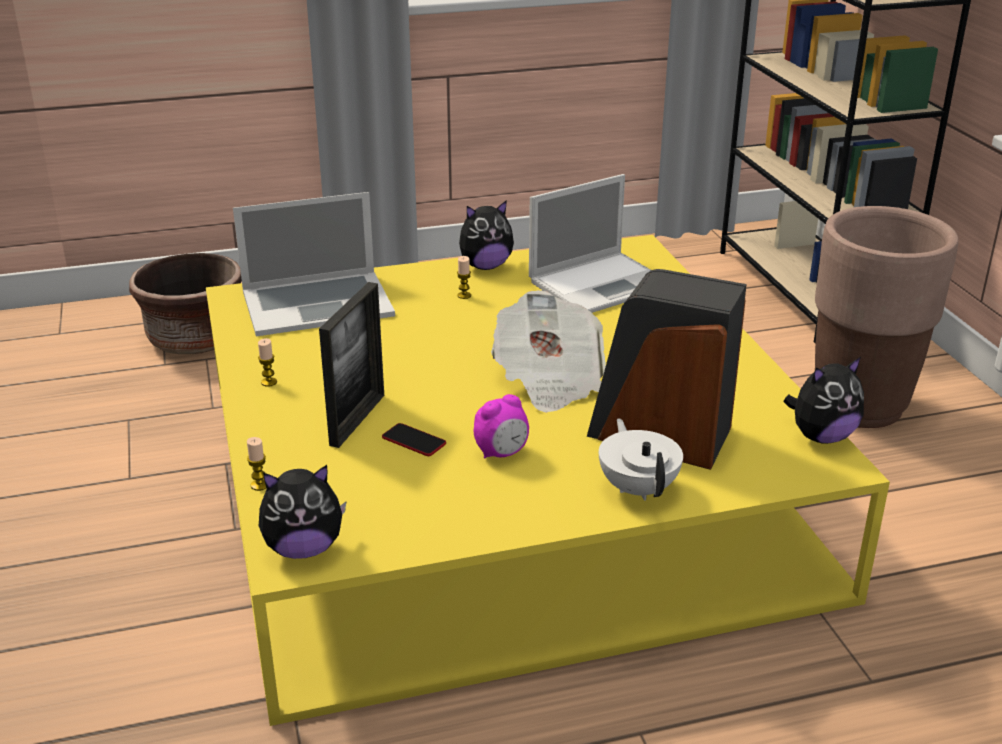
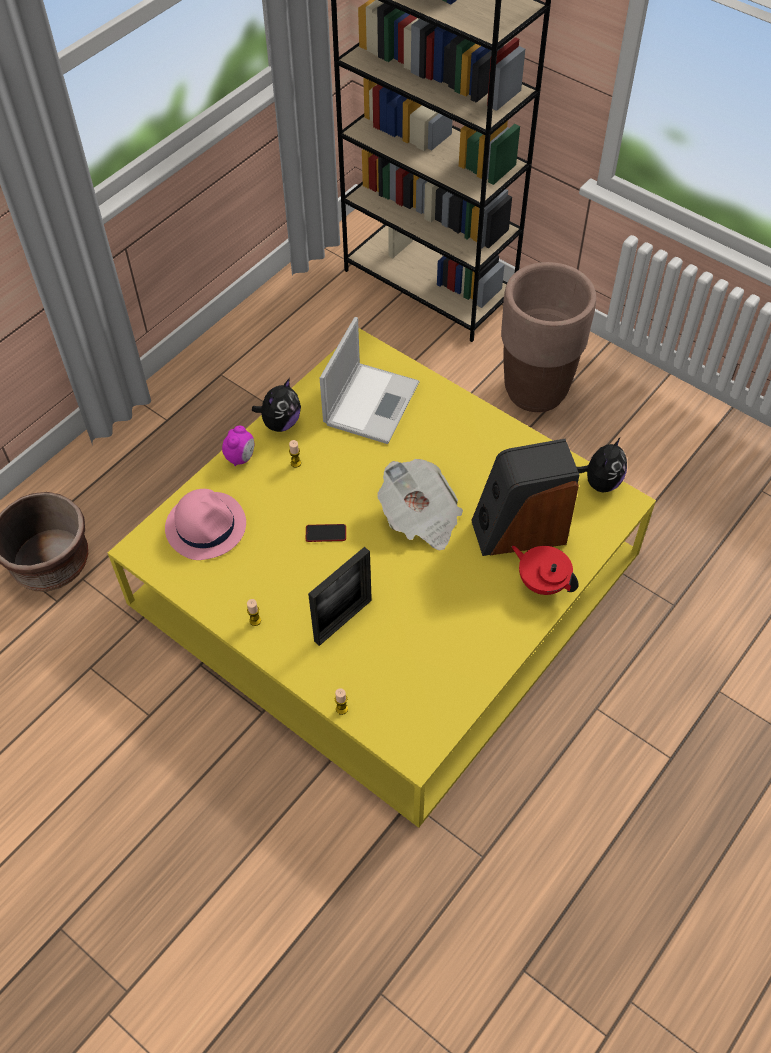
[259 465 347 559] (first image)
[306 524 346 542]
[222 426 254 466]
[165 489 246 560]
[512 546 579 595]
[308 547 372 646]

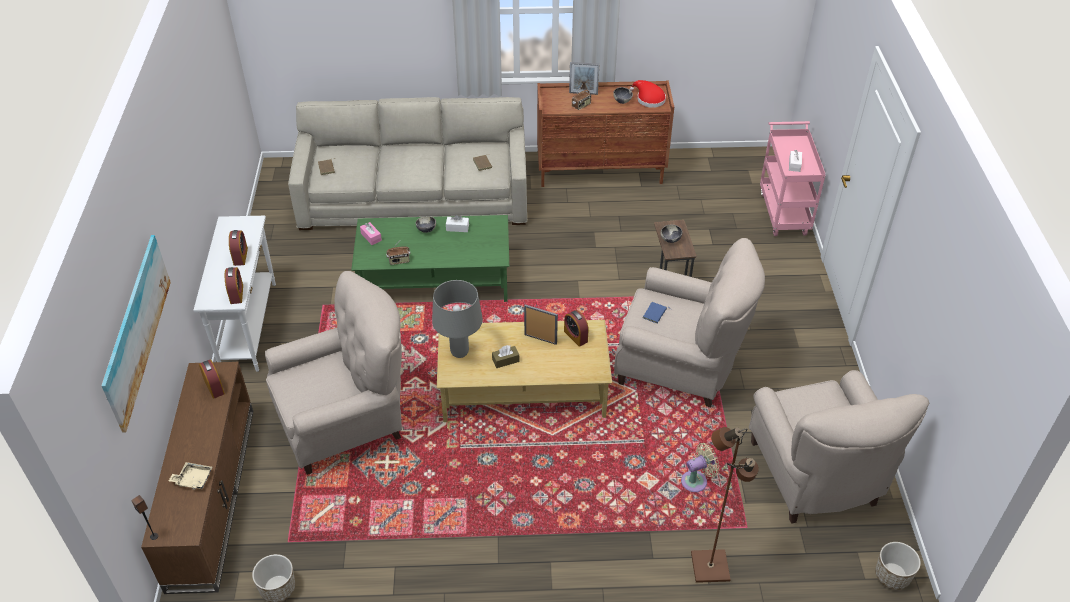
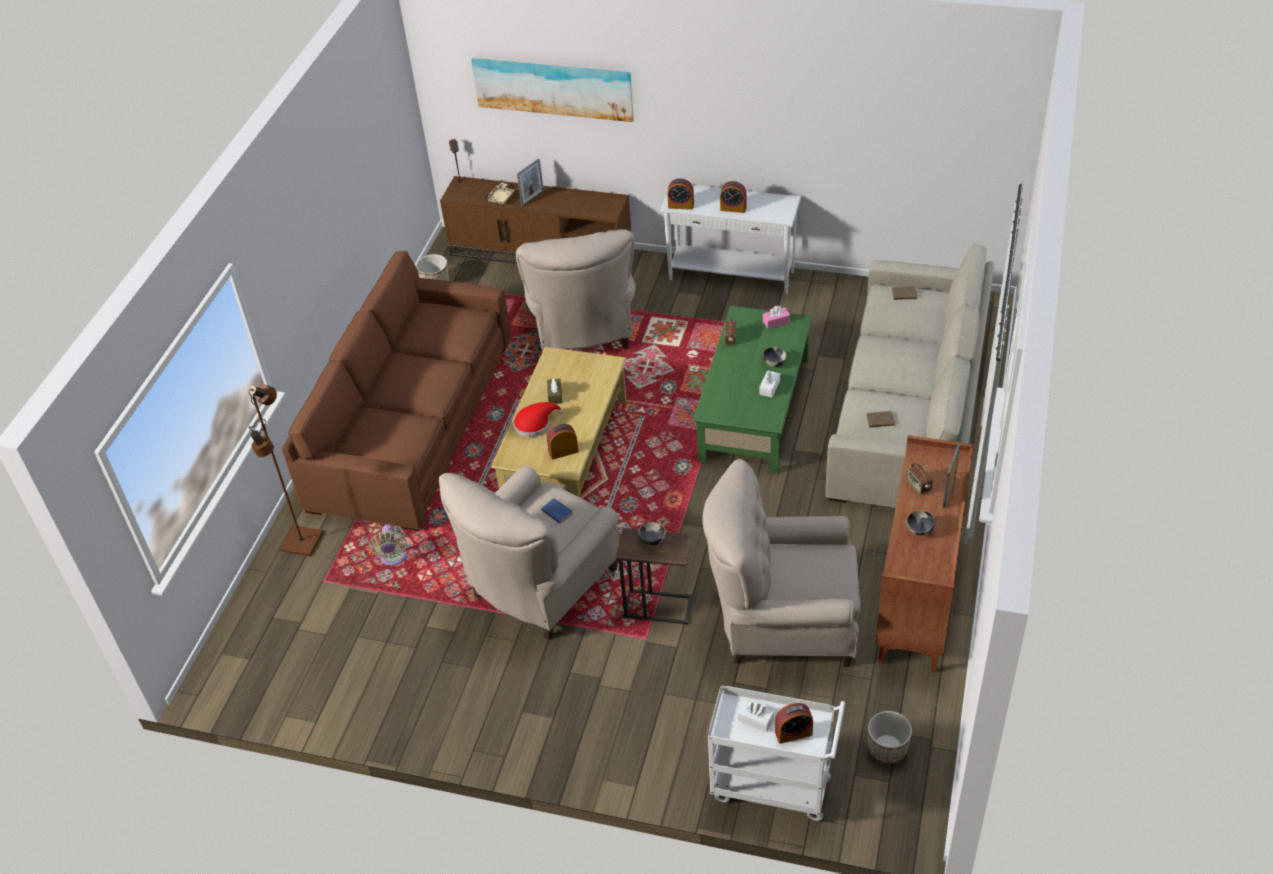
[432 280 483 358] (first image)
[282 251 511 531]
[775 703 813 744]
[517 158 544 206]
[513 402 563 437]
[702 459 861 667]
[868 711 912 764]
[708 686 845 821]

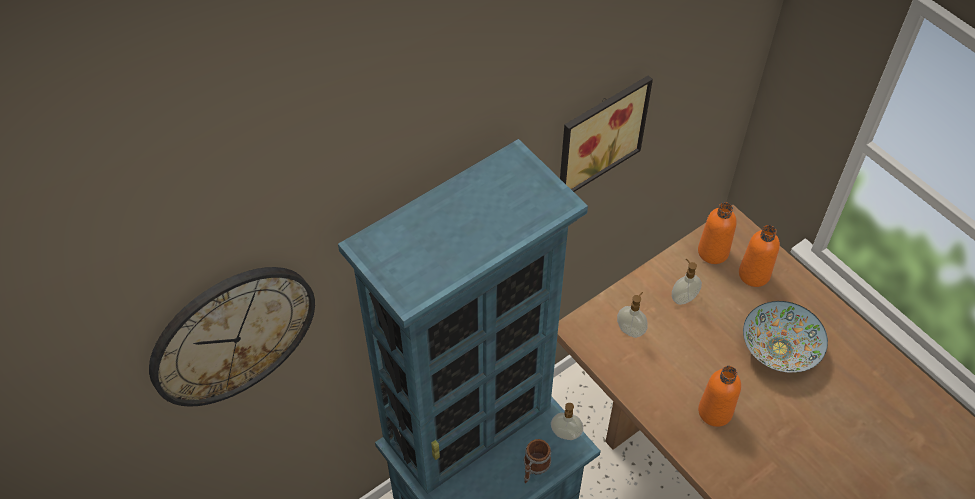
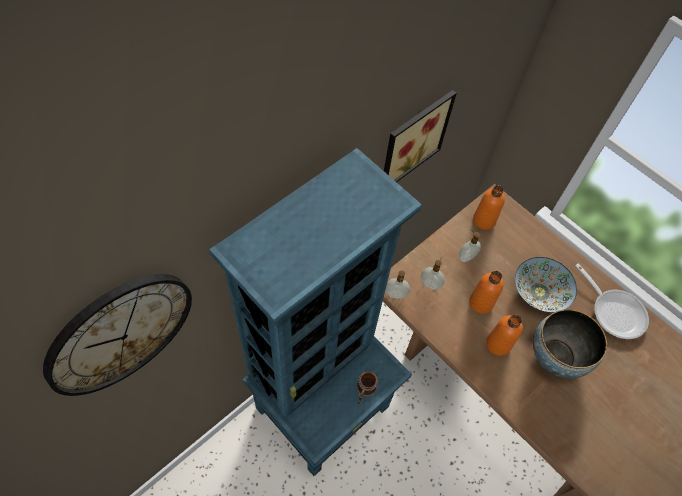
[533 309 607 379]
[575 264 649 339]
[385 271 410 299]
[469 271 504 314]

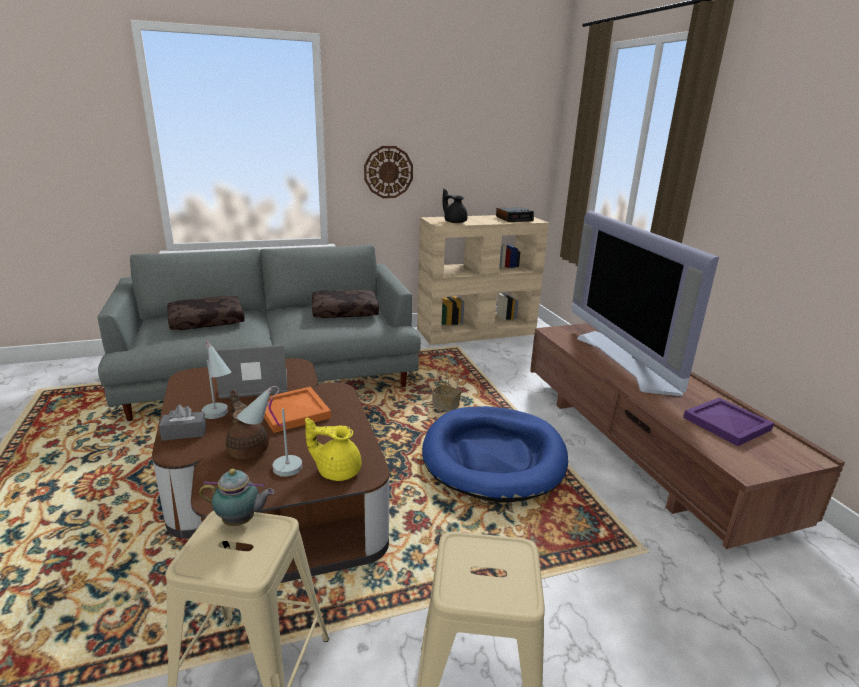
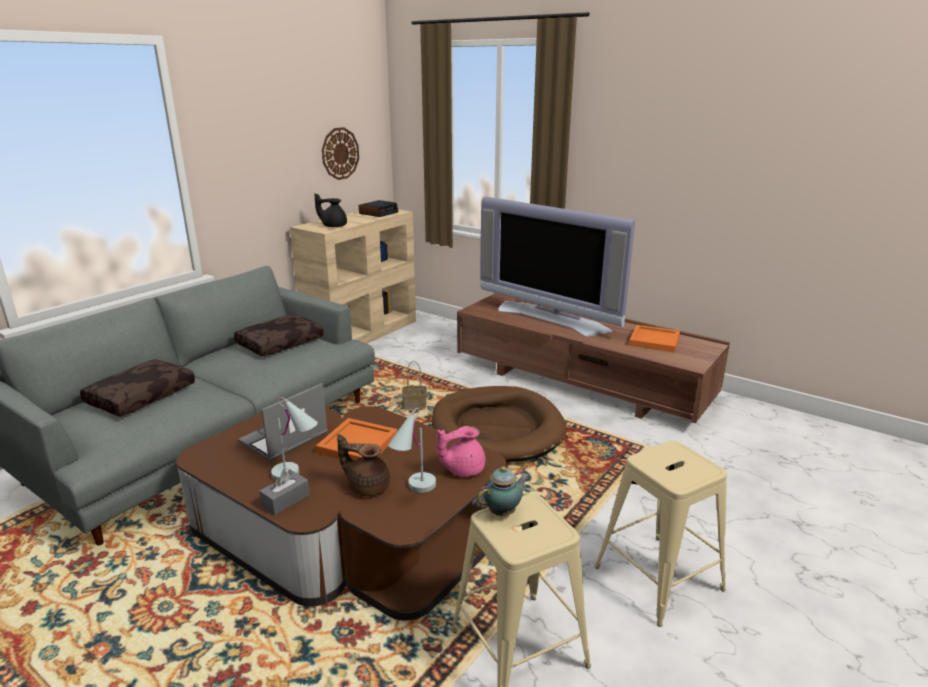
[322 127 359 180]
[437 426 485 477]
[432 386 567 462]
[629 325 680 353]

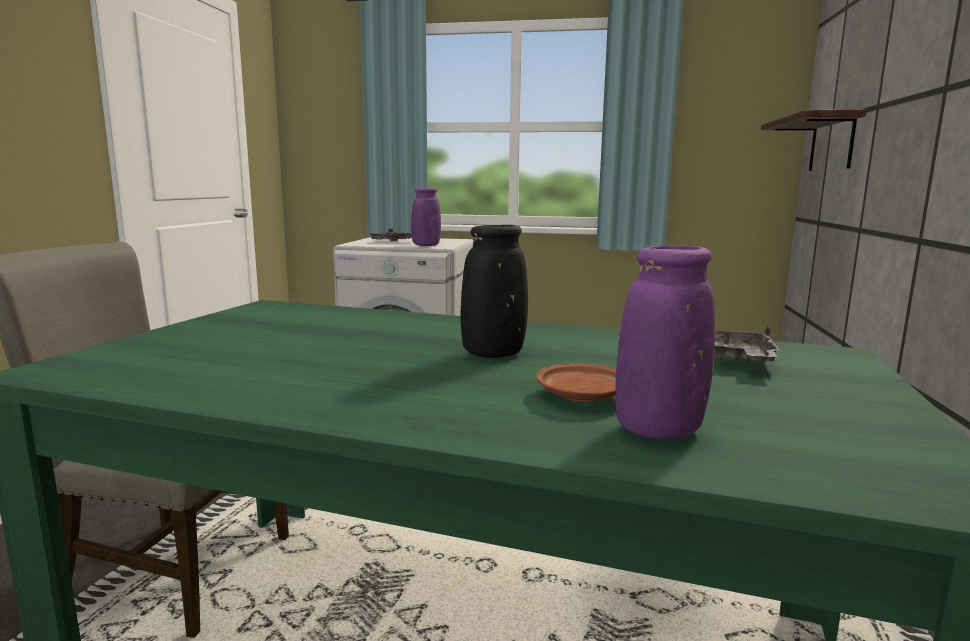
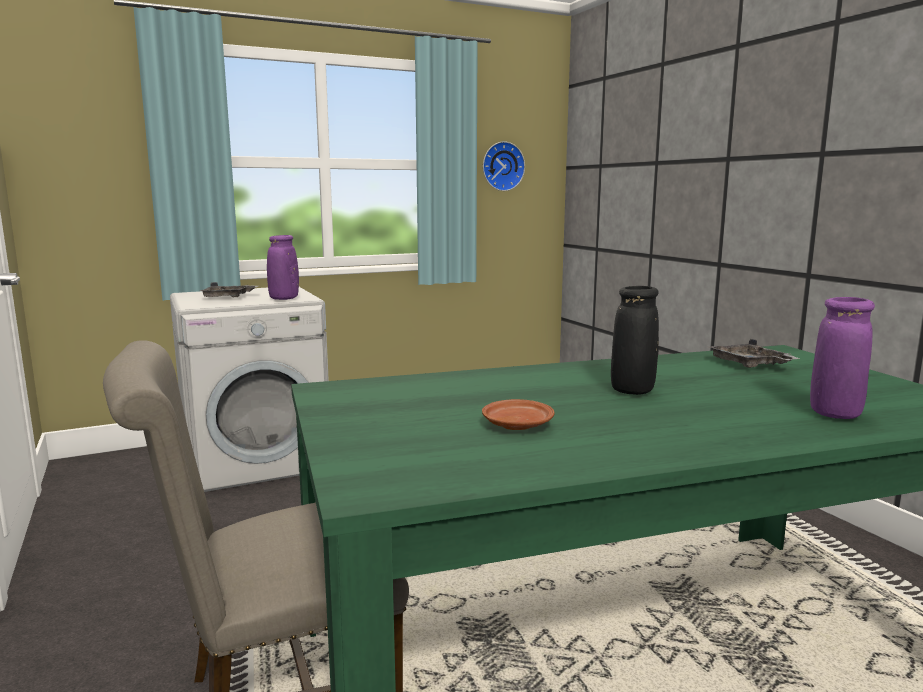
[761 110 866 171] (first image)
[483 141 525 191]
[482 399 555 430]

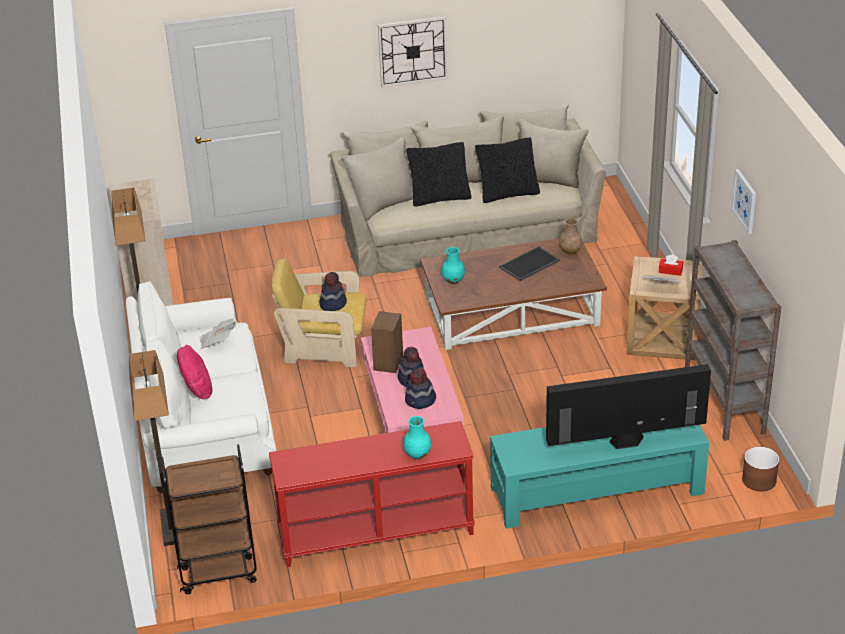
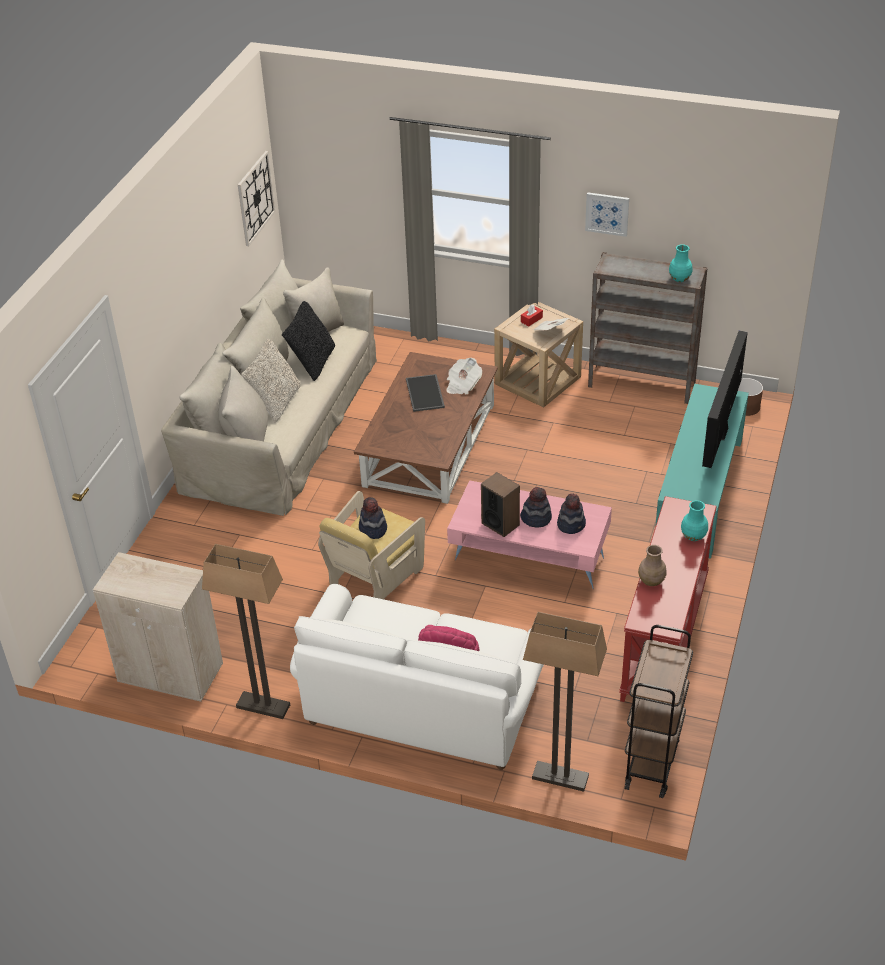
[446 358 482 395]
[238 151 276 246]
[669 244 692 282]
[638 545 667 586]
[241 339 301 422]

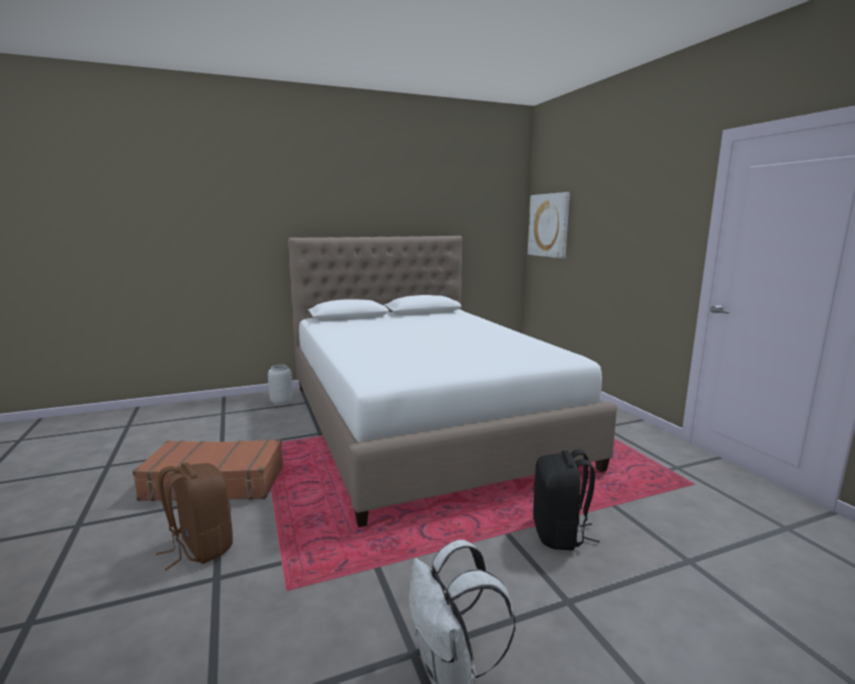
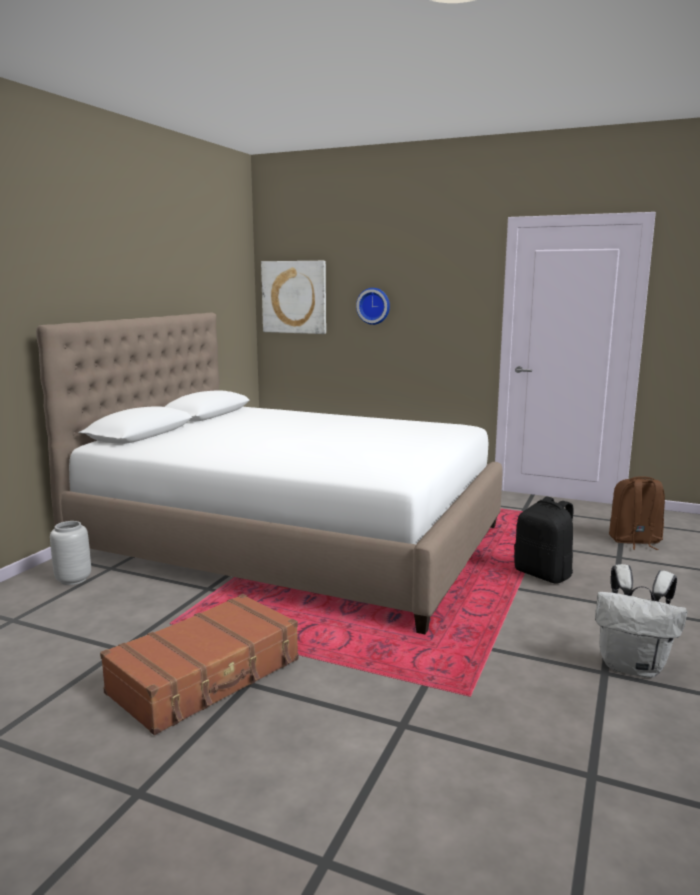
[356 288 390 325]
[609 476 665 550]

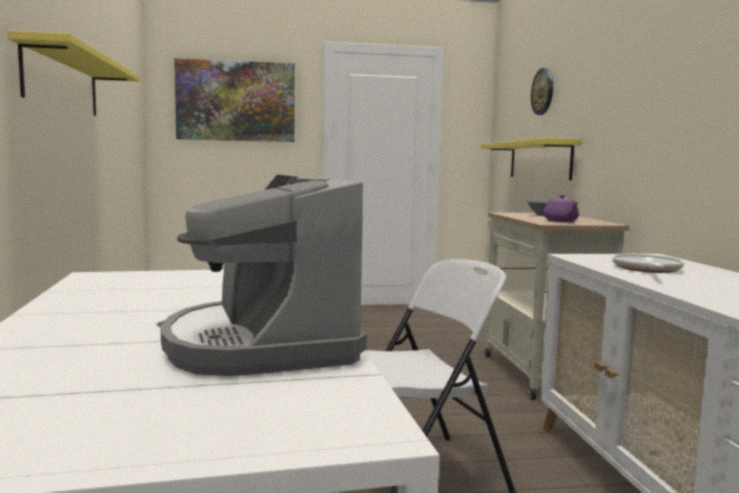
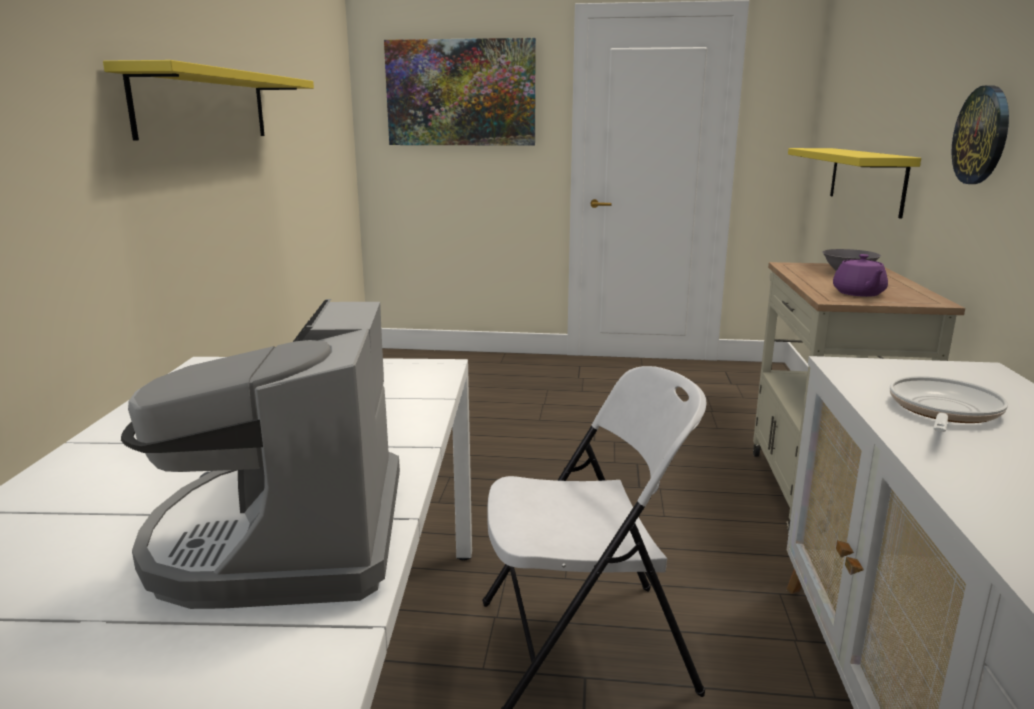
[951 85 1009 184]

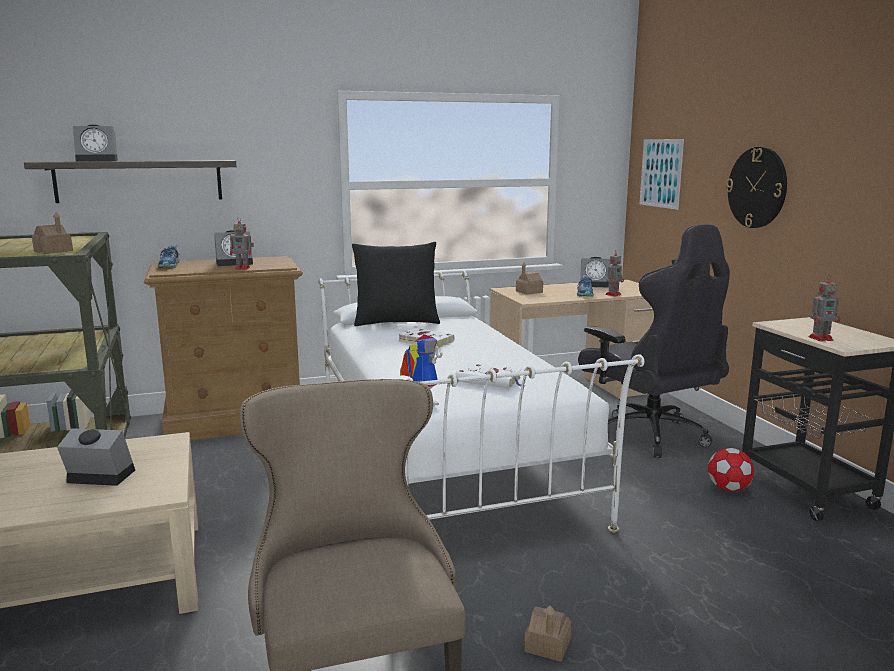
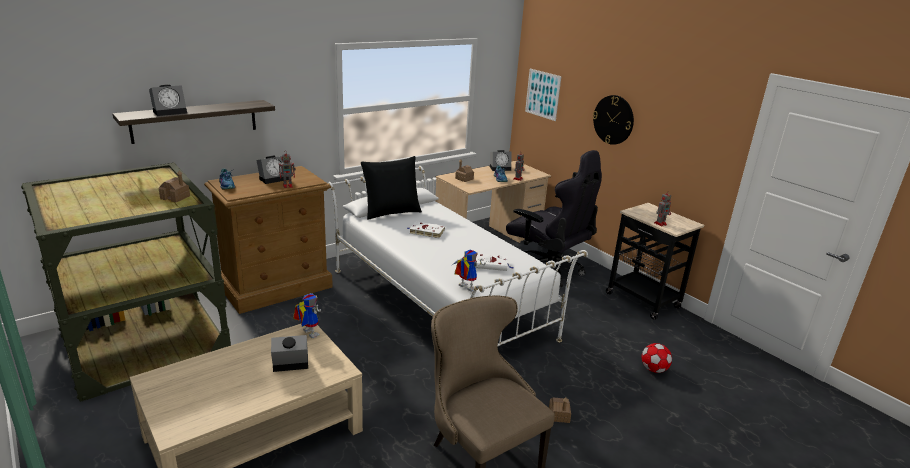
[293 293 321 338]
[642 343 672 373]

